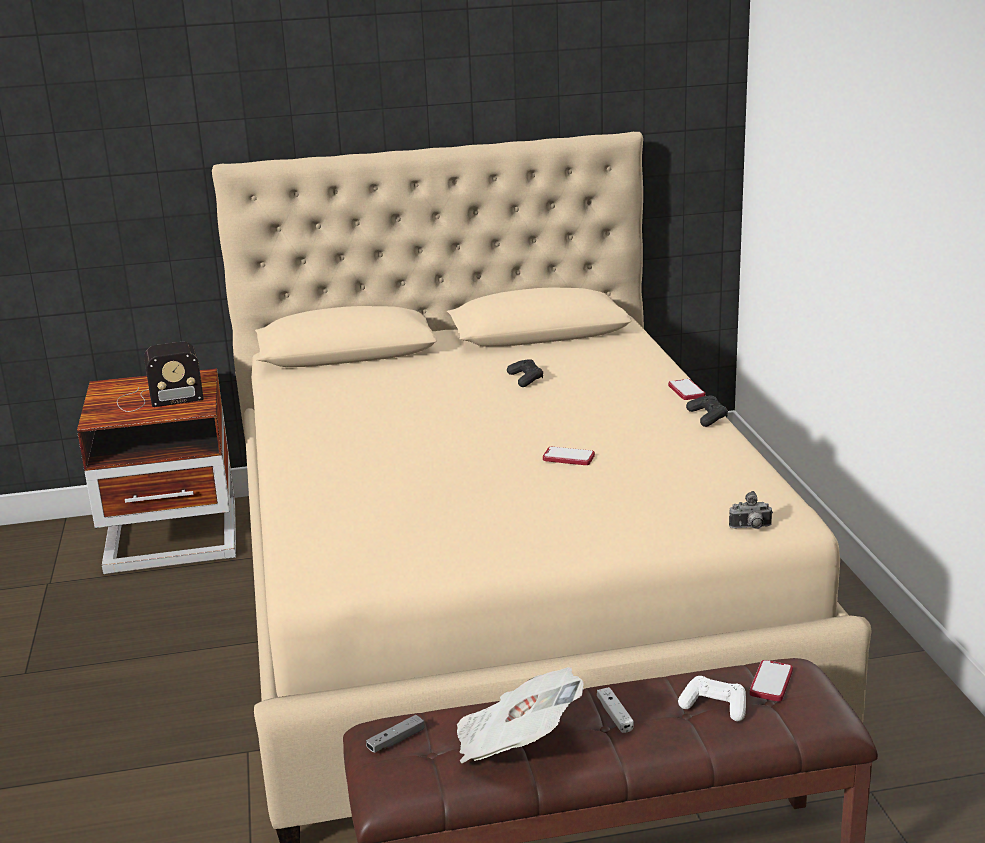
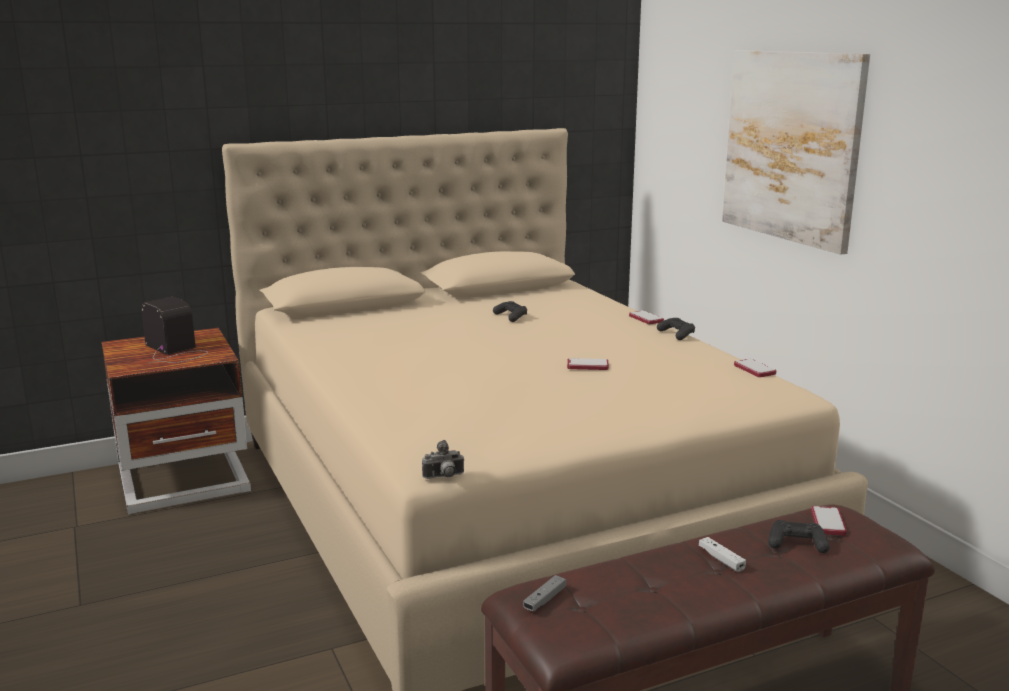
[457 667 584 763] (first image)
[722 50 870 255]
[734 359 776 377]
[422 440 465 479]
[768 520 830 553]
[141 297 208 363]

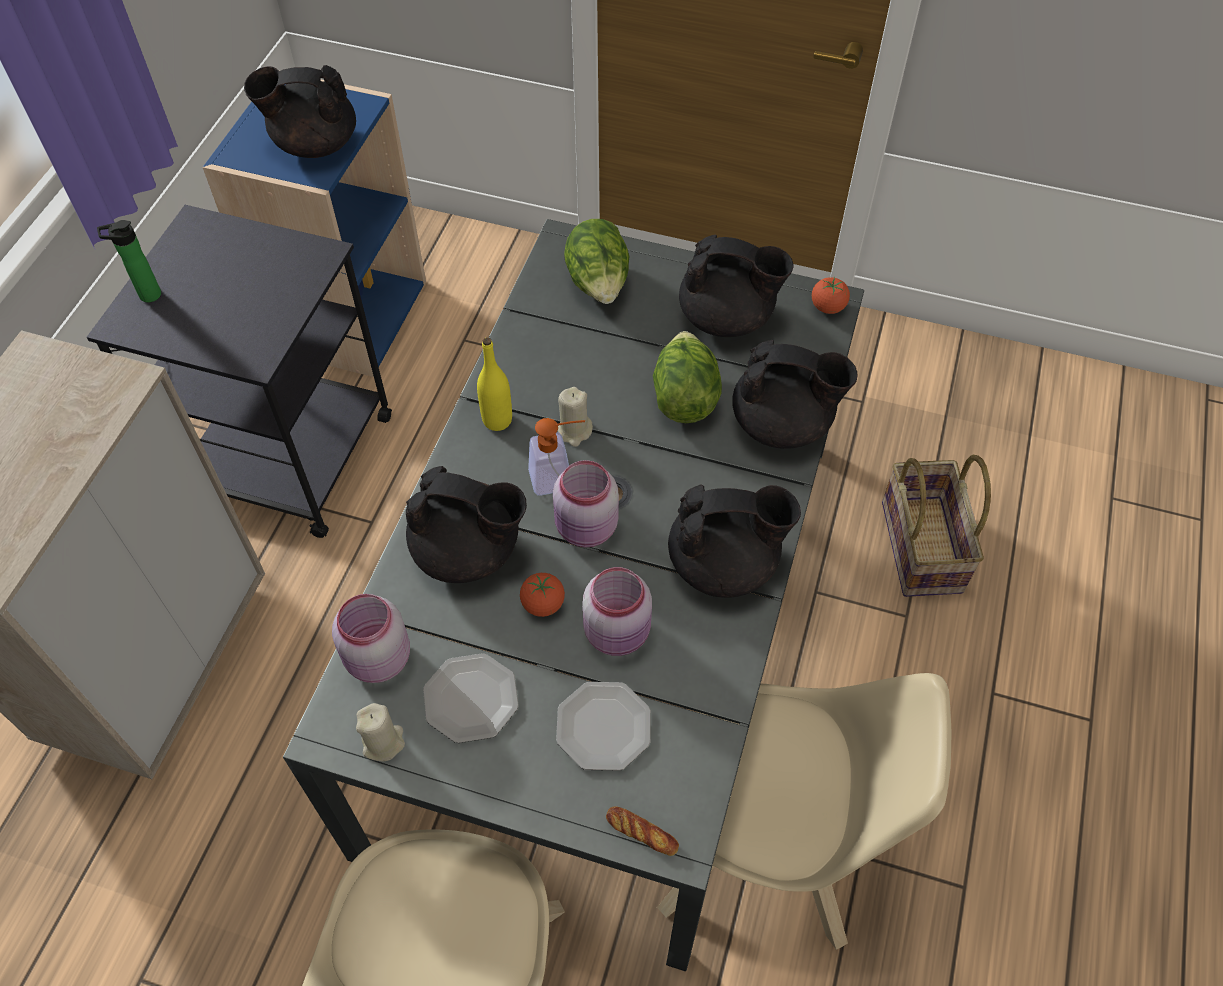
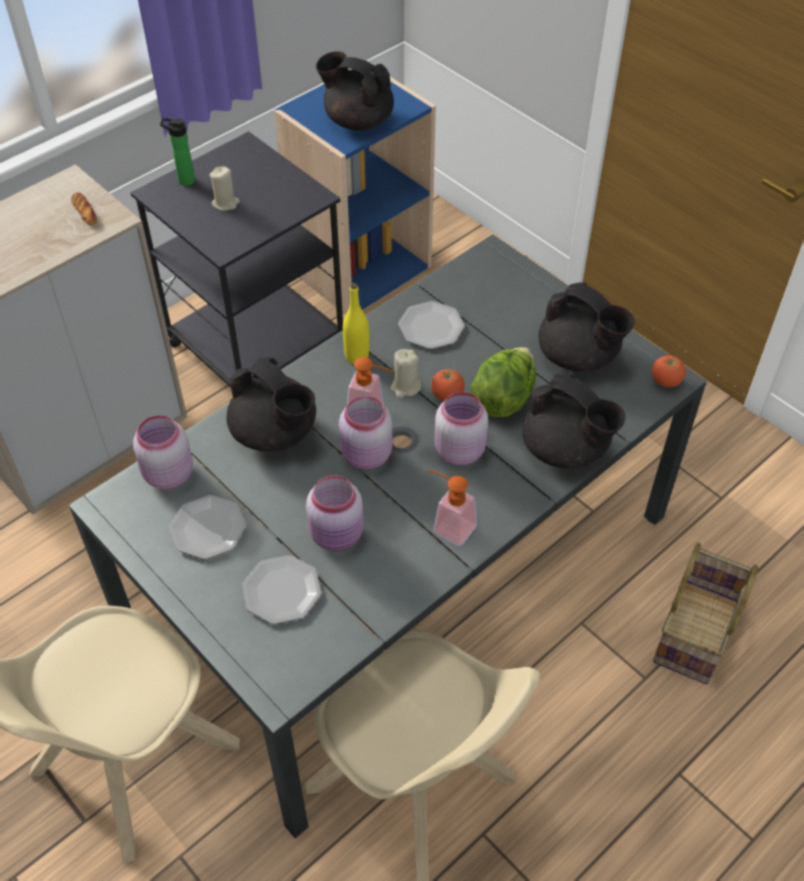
[564 219 630 304] (first image)
[398 301 465 349]
[434 392 488 465]
[209 167 240 211]
[431 369 465 401]
[71 192 98 226]
[429 469 477 546]

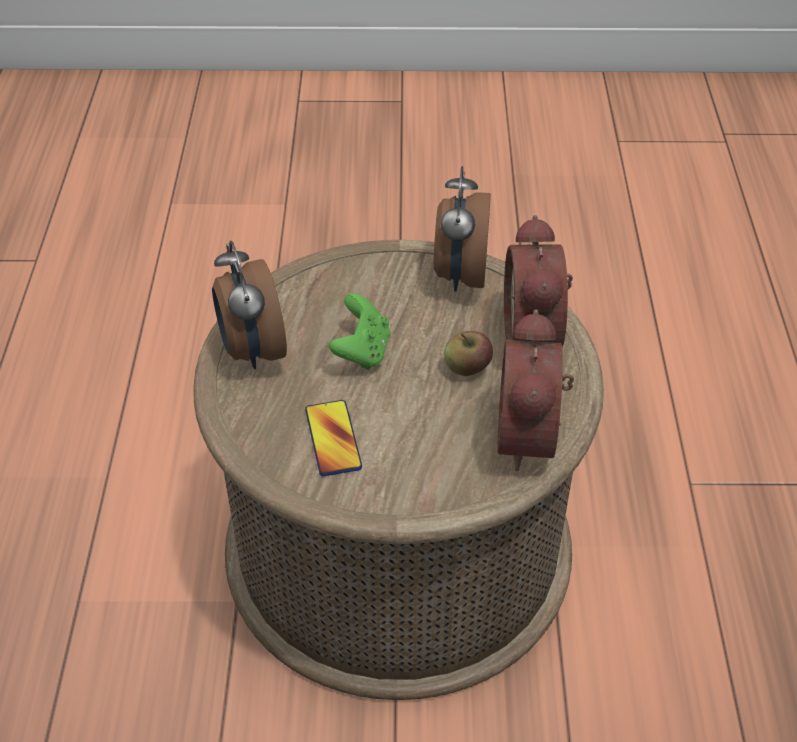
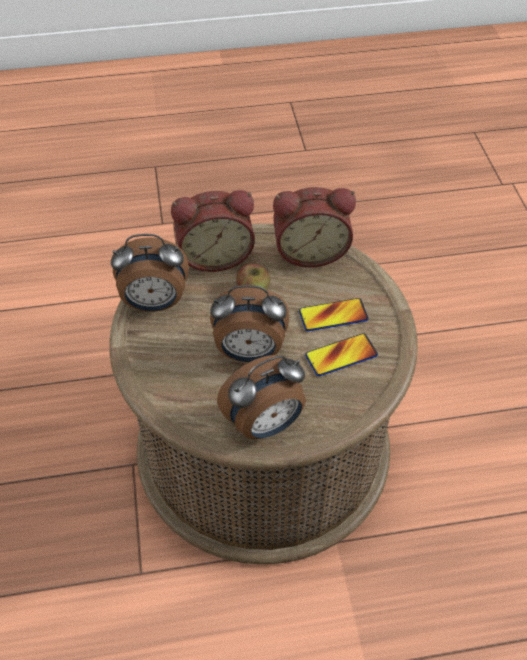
[299 298 368 331]
[210 285 289 362]

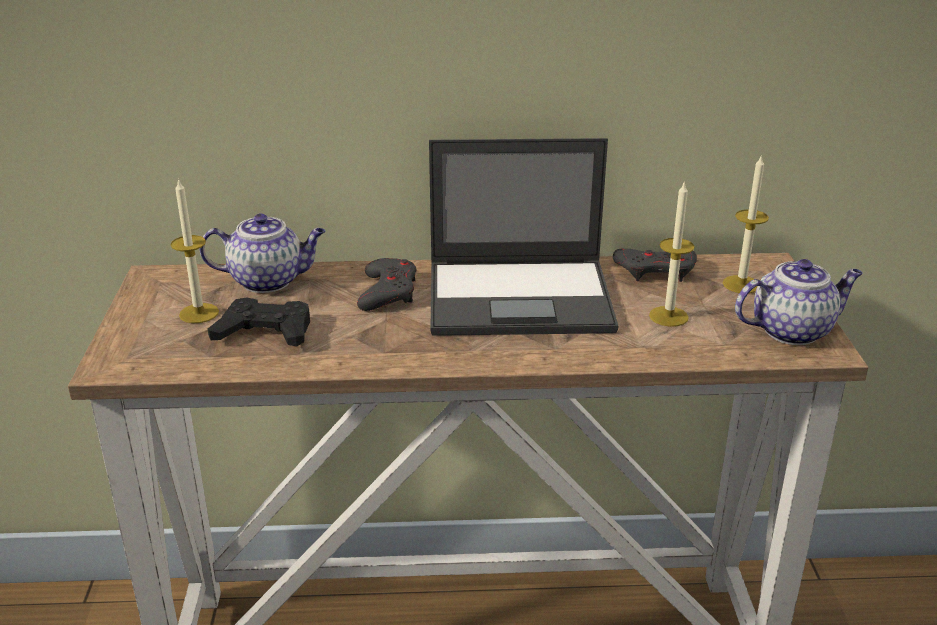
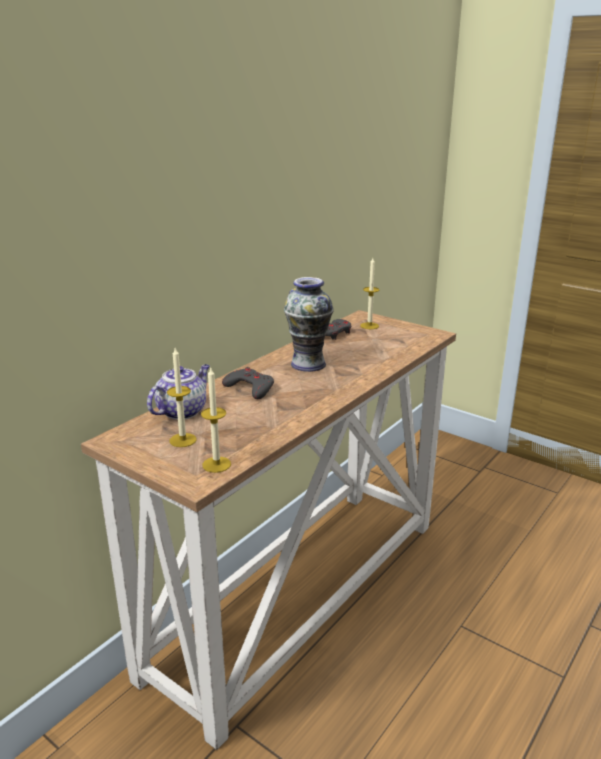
[208 297 310 347] (first image)
[735 259 863 345] (first image)
[201 366 231 473]
[284 277 334 372]

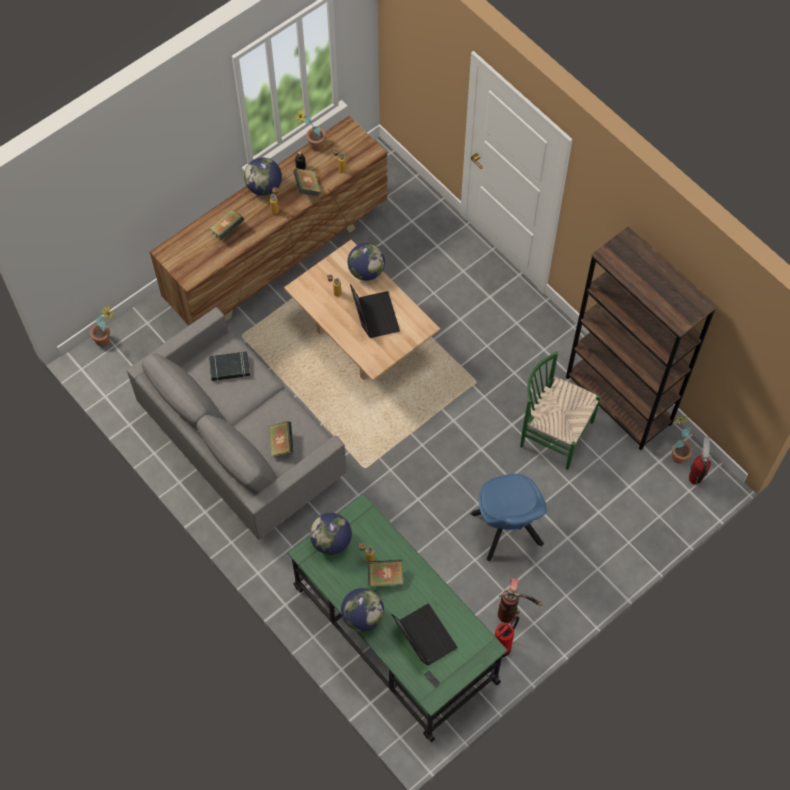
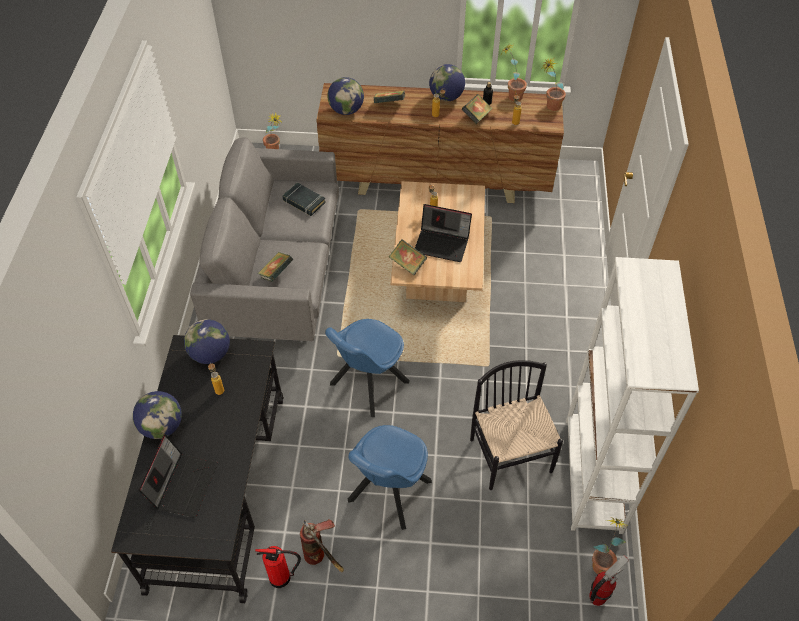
[325 319 409 417]
[541 57 566 111]
[327 77 364 115]
[389 239 427 275]
[111 335 284 603]
[470 360 563 490]
[566 257 699 534]
[415 204 472 262]

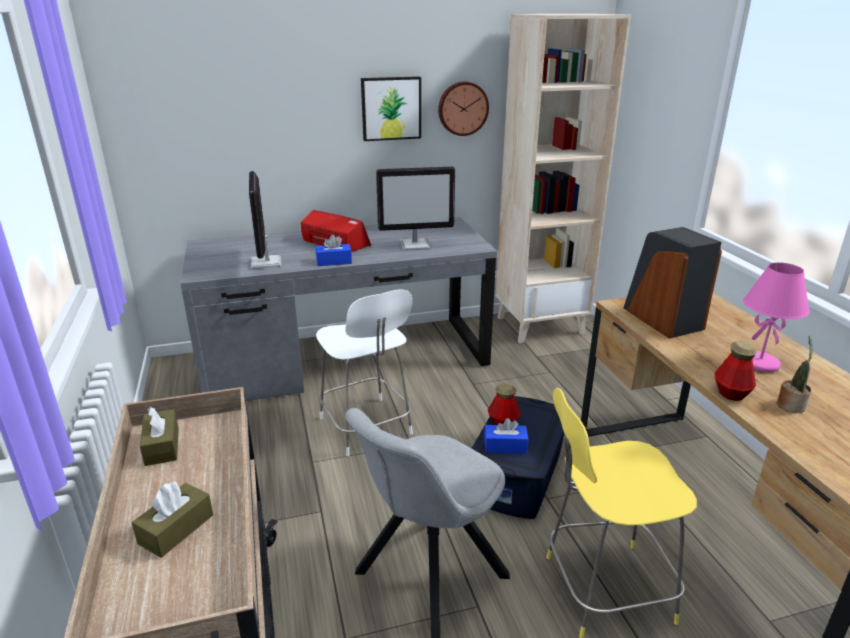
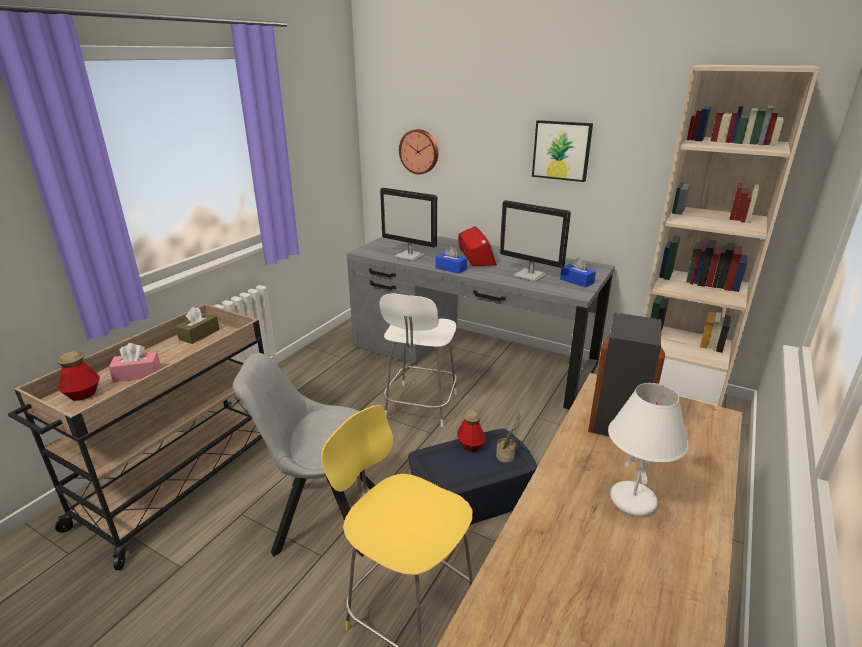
[399 129 438 174]
[560 257 596 287]
[57 351 100 401]
[496 413 520 463]
[109 343 161 382]
[608 383 689 517]
[380 188 437 261]

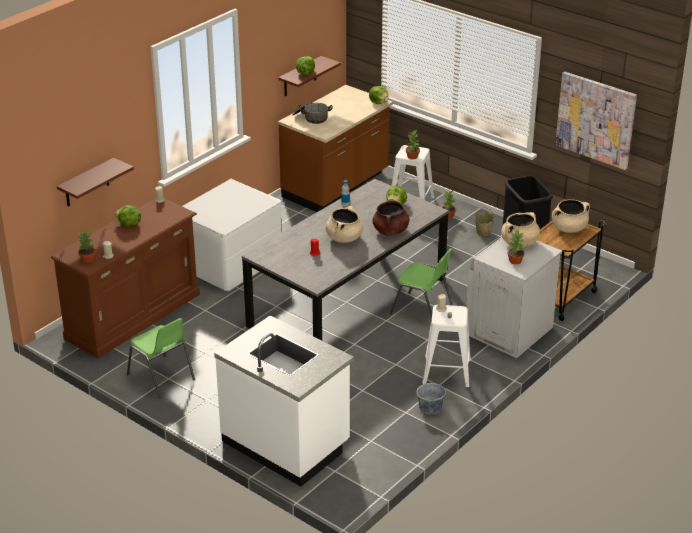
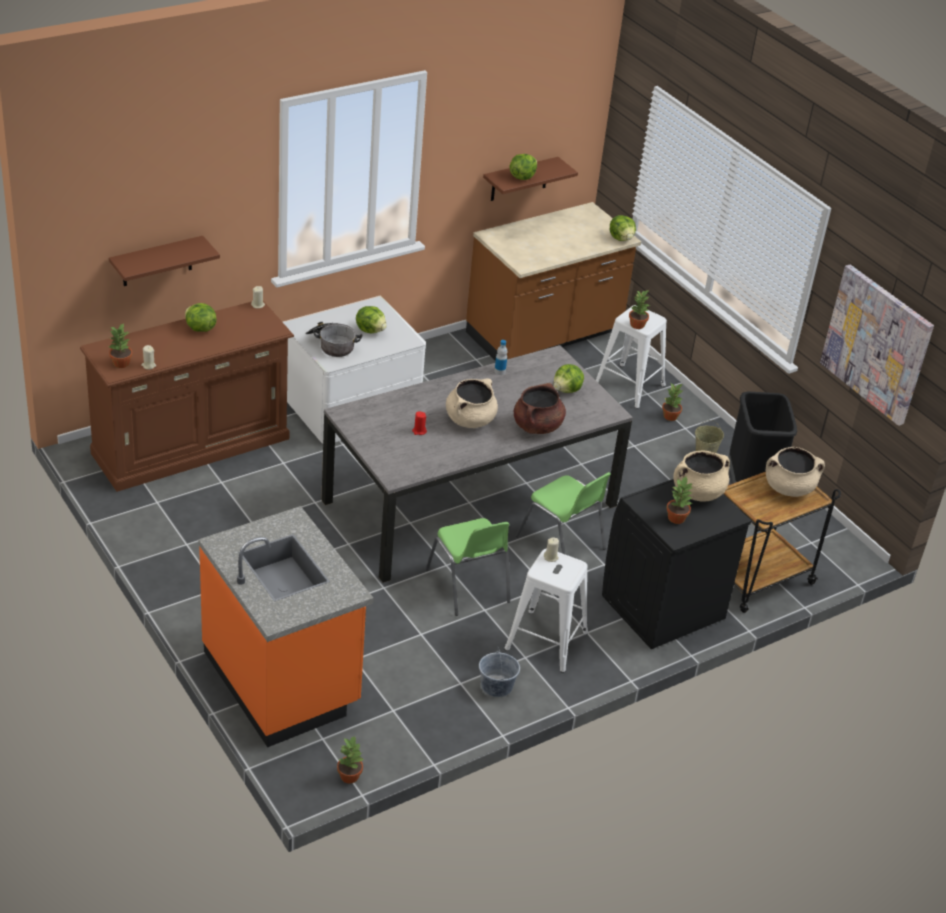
[337 736 364 784]
[356 306 387 333]
[426 518 510 616]
[305 322 363 357]
[198 506 374 747]
[602 479 751 649]

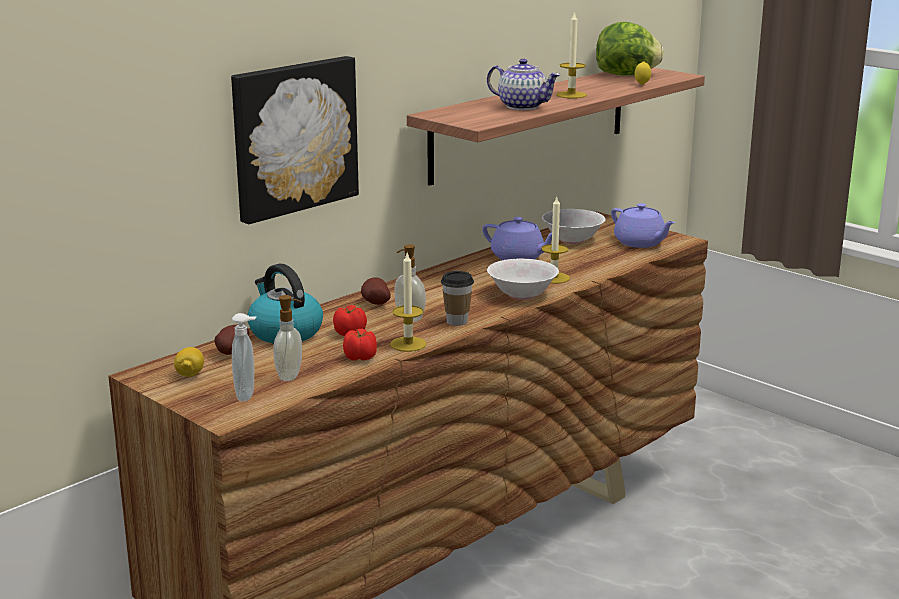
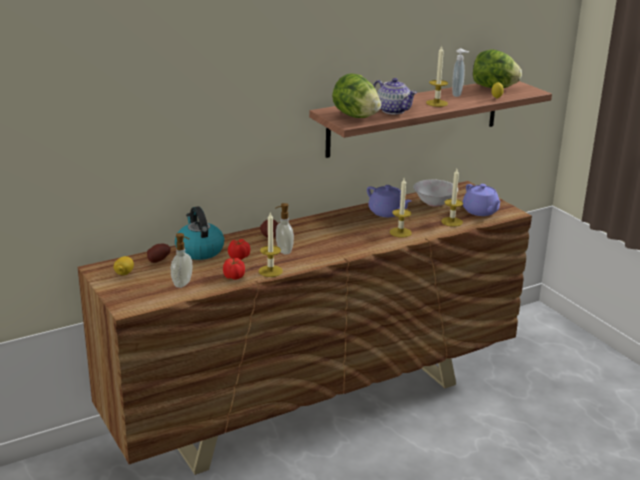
[231 56 359 224] (first image)
[441 271 474 326] (first image)
[487 259 559 300] (first image)
[332 73 381 118]
[441 169 463 227]
[452 49 469 97]

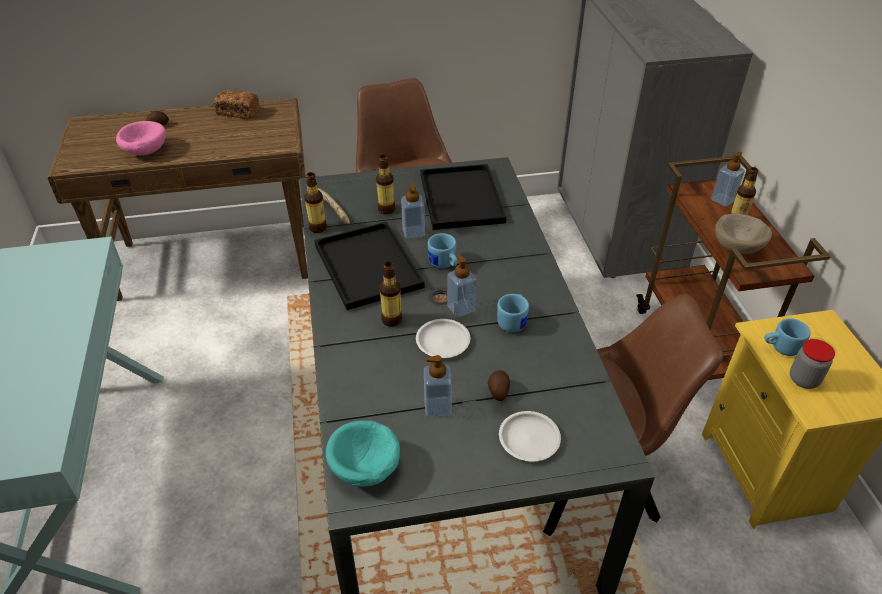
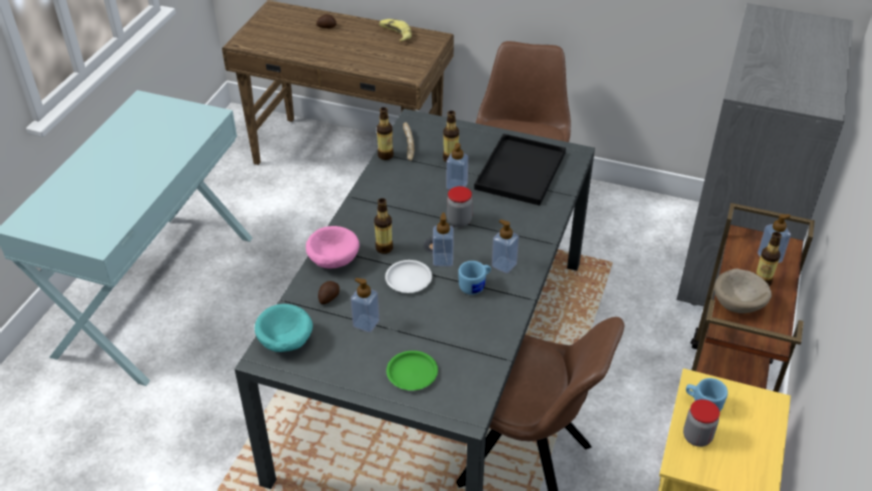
[314 221 425 310] (first image)
[492 219 519 273]
[306 226 359 269]
[318 281 340 304]
[379 19 412 42]
[447 186 473 227]
[386 351 438 390]

